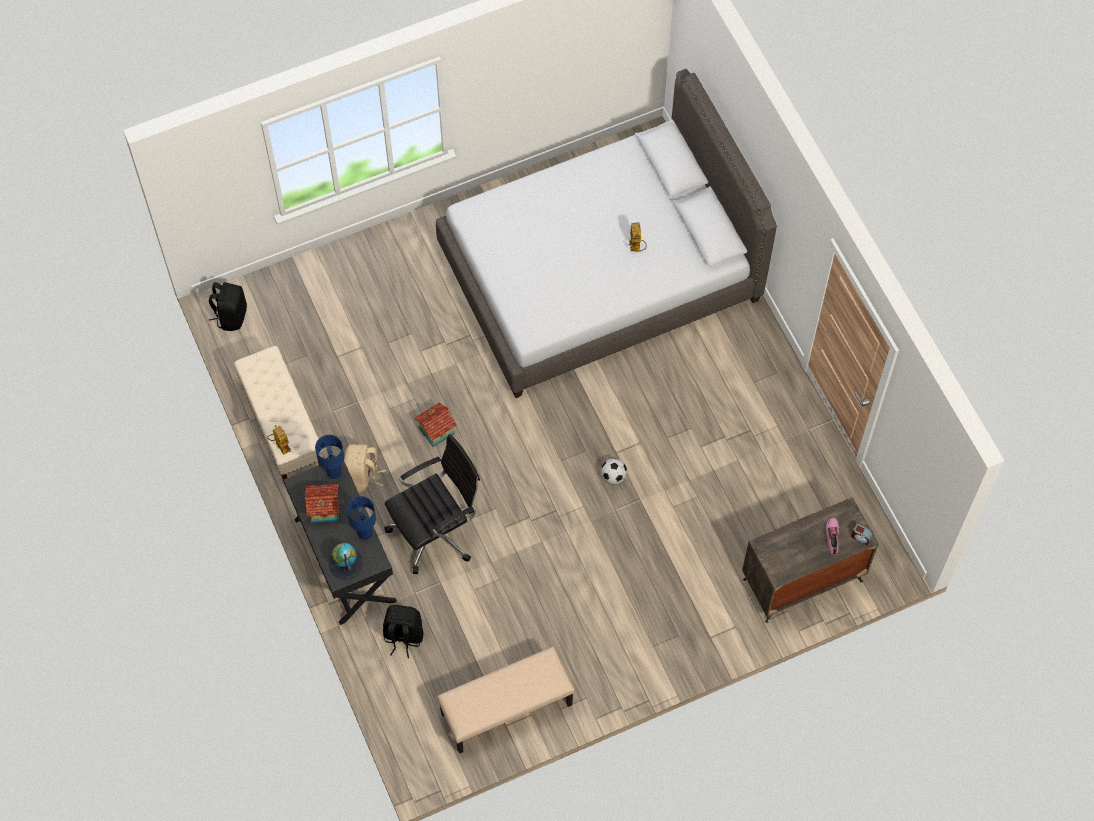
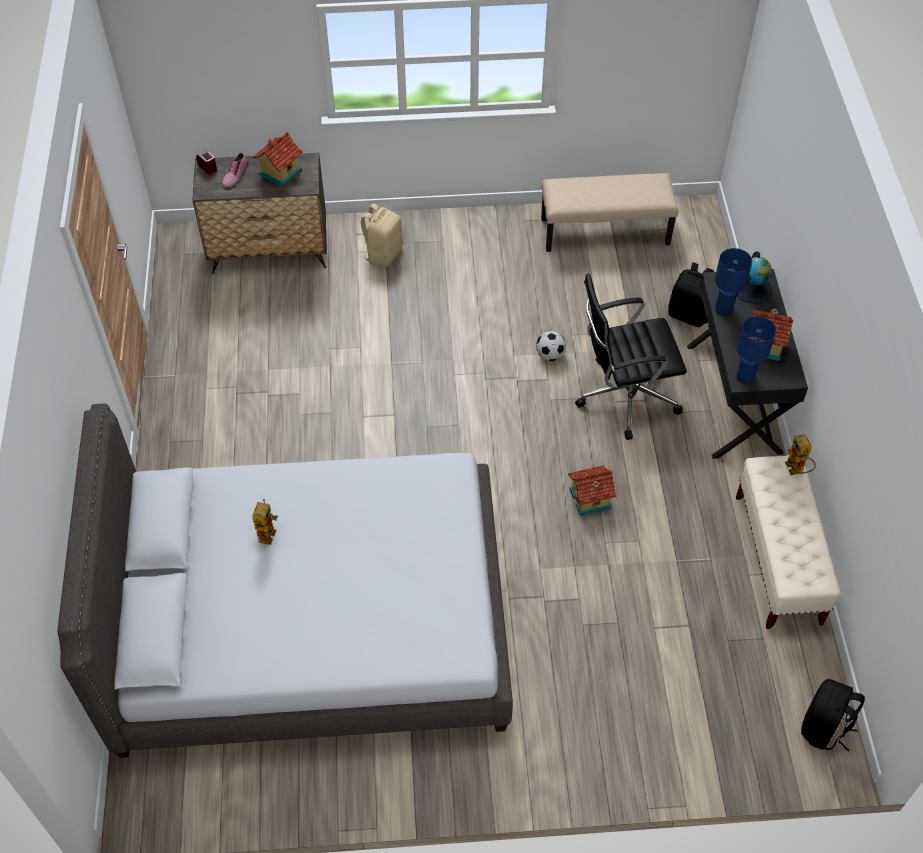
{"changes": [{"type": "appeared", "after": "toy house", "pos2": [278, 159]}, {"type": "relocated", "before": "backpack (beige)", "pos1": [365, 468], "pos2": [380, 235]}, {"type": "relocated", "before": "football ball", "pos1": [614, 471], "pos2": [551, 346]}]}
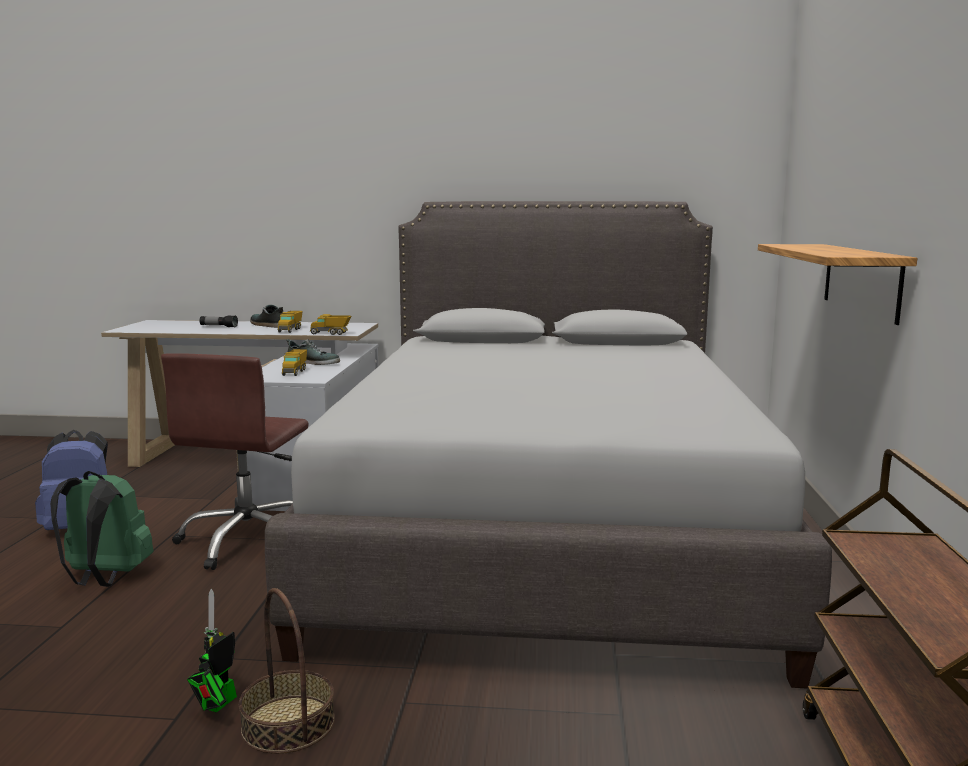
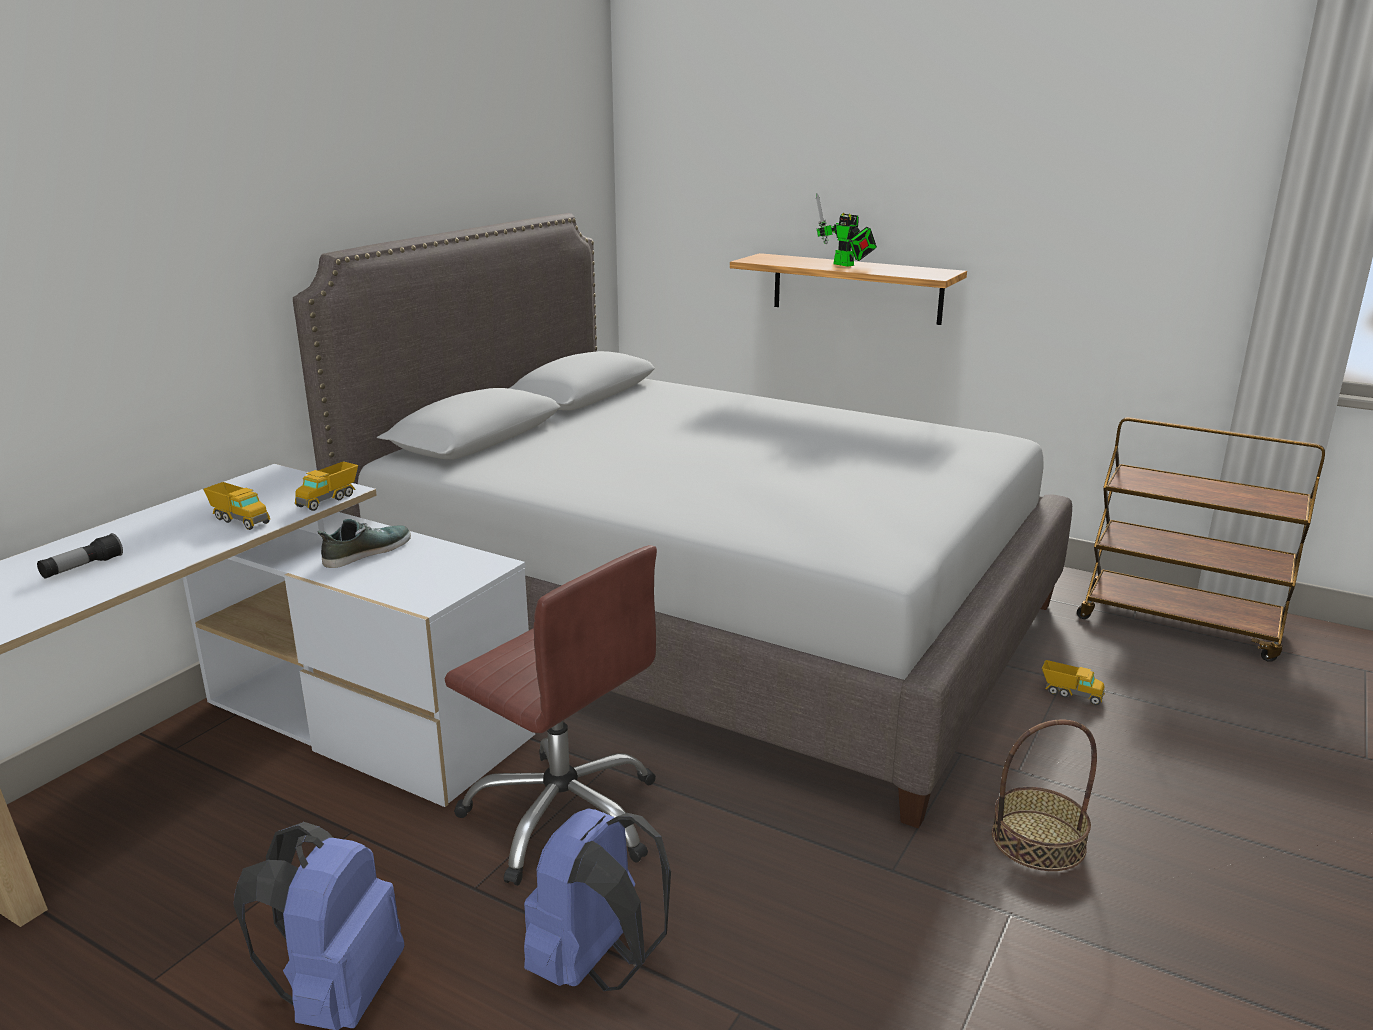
{"changes": [{"type": "colour", "before": "backpack (green)", "after": "backpack (blue-coloured)", "pos1": [102, 529], "pos2": [597, 899]}, {"type": "relocated", "before": "model robot", "pos1": [212, 651], "pos2": [846, 230]}, {"type": "relocated", "before": "toy lorry", "pos1": [294, 362], "pos2": [1073, 682]}, {"type": "missing", "before": "item of footwear", "pos1": [266, 316]}]}
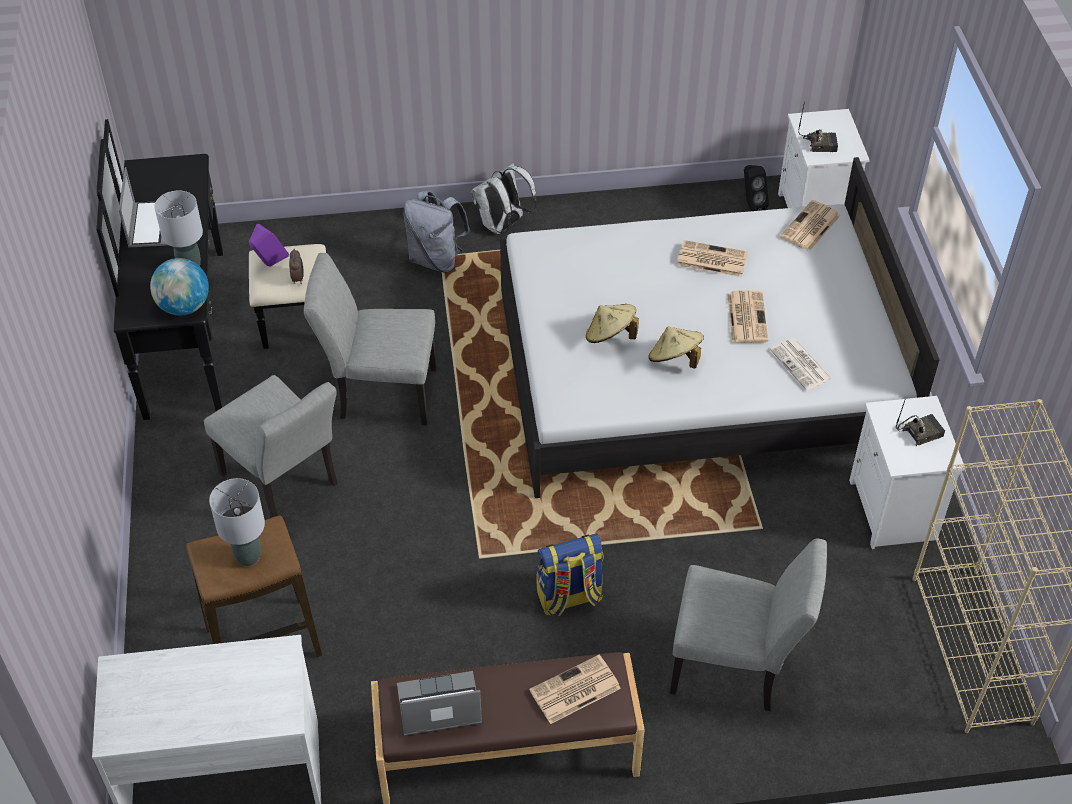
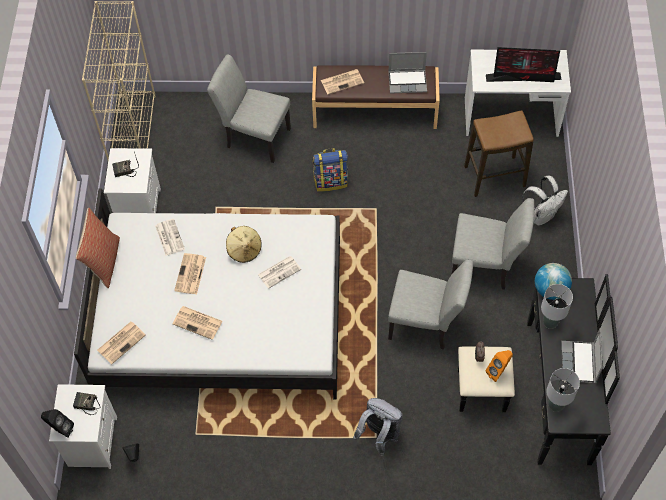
{"changes": [{"type": "appeared", "after": "audio speaker (black)", "pos2": [57, 423]}, {"type": "appeared", "after": "cushion", "pos2": [98, 248]}, {"type": "exchanged", "before": "clothing hat (beige)", "after": "printed paper", "pos1": [612, 323], "pos2": [279, 272]}, {"type": "spun", "before": "upright chair (grey)", "pos1": [271, 446], "pos2": [492, 244], "turn": 135}, {"type": "appeared", "after": "monitor", "pos2": [523, 64]}, {"type": "colour", "before": "audio speaker (purple)", "after": "audio speaker (orange)", "pos1": [269, 245], "pos2": [499, 366]}, {"type": "relocated", "before": "backpack (white-coloured)", "pos1": [504, 198], "pos2": [545, 201]}, {"type": "relocated", "before": "table lamp (grey)", "pos1": [237, 522], "pos2": [563, 390]}]}
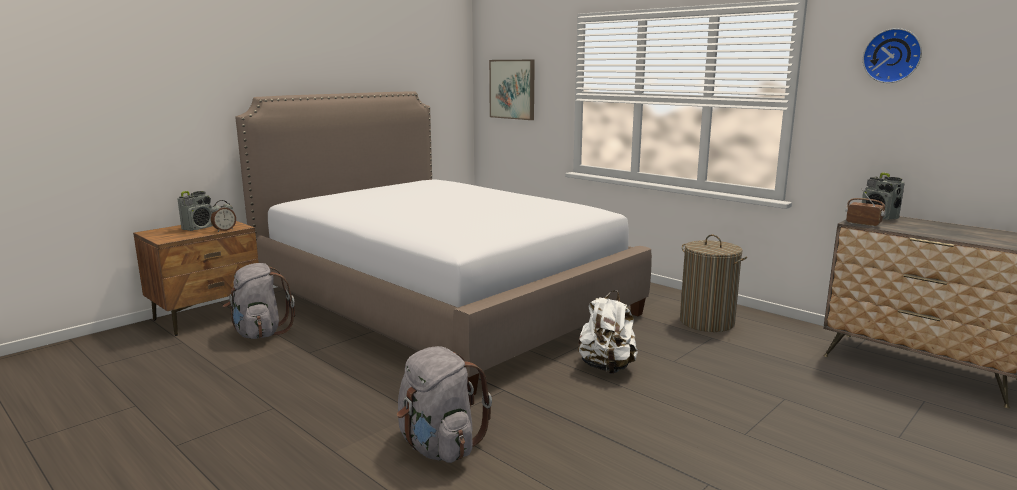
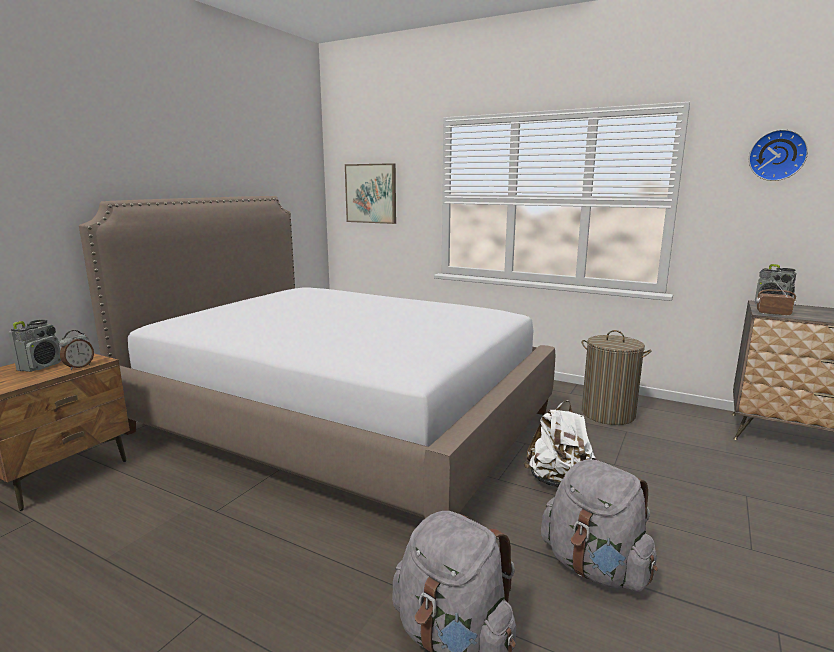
{"changes": [{"type": "relocated", "before": "backpack (grey)", "pos1": [259, 301], "pos2": [599, 525]}]}
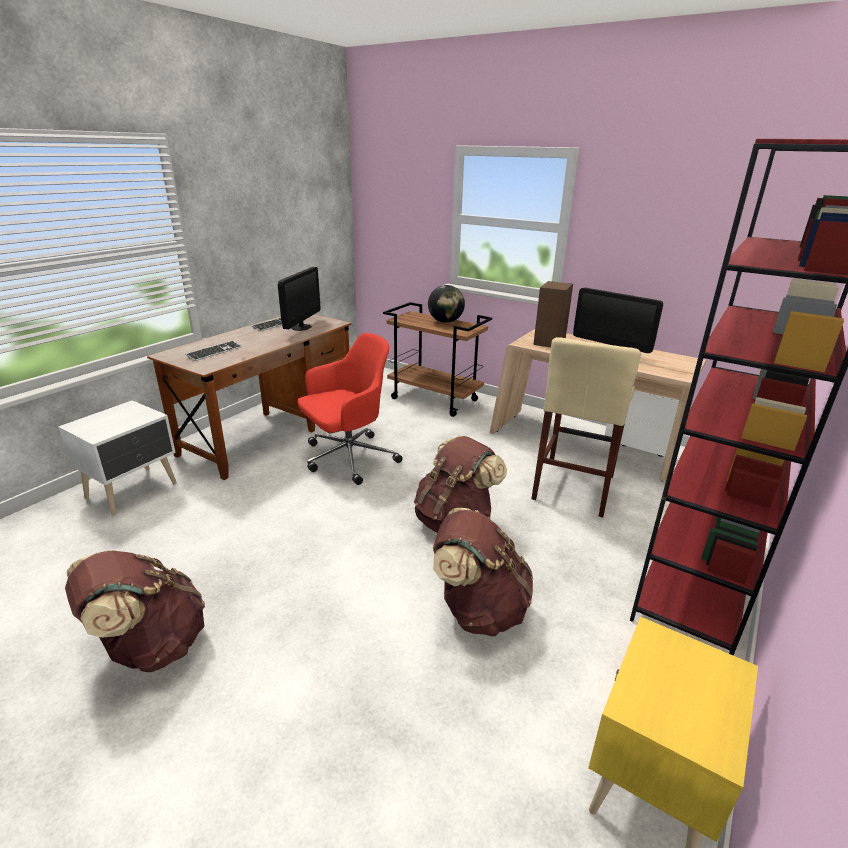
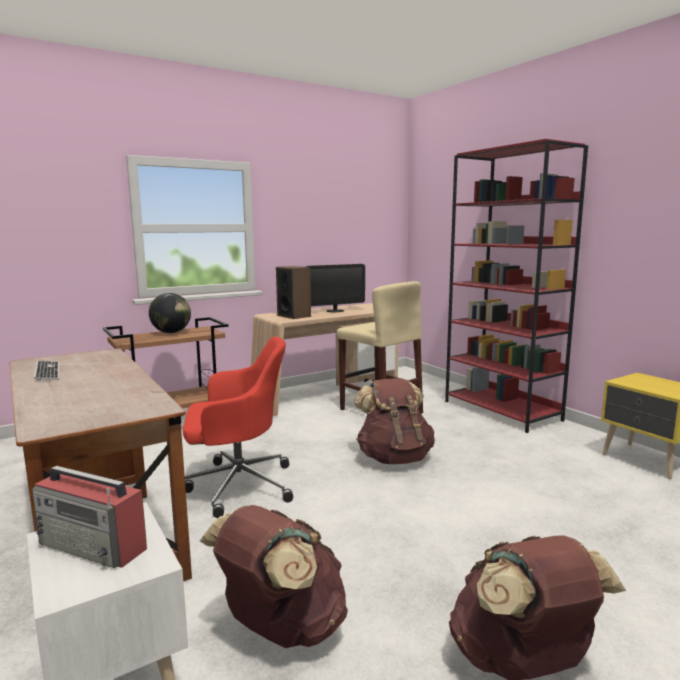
{"changes": [{"type": "appeared", "after": "radio set", "pos2": [89, 517]}, {"type": "spun", "before": "desk chair (red-coloured)", "pos1": [350, 409], "pos2": [238, 427], "turn": 90}, {"type": "relocated", "before": "backpack (brown)", "pos1": [483, 572], "pos2": [274, 576]}, {"type": "missing", "before": "computer keyboard", "pos1": [213, 351]}, {"type": "missing", "before": "monitor", "pos1": [299, 299]}]}
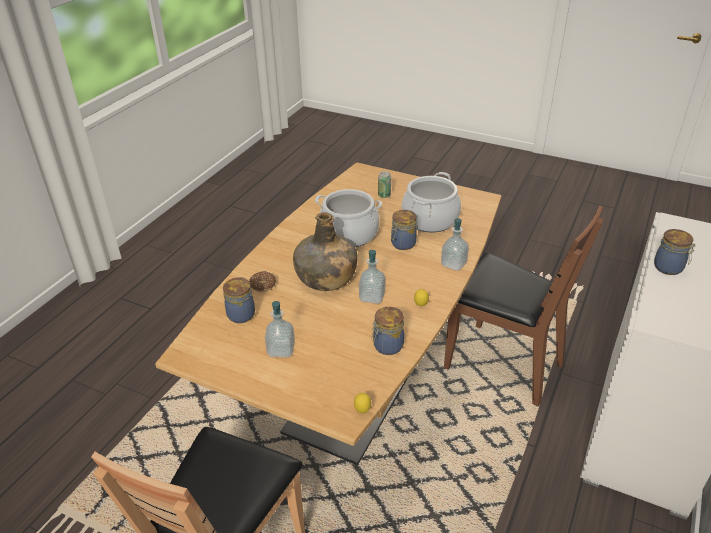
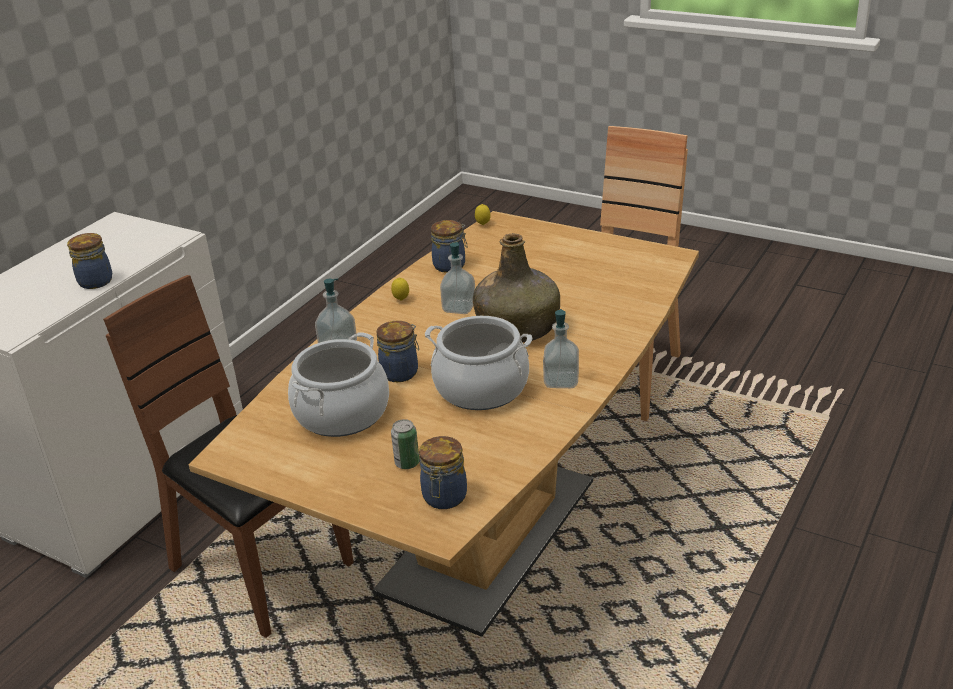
{"changes": [{"type": "relocated", "before": "preserve jar", "pos1": [239, 300], "pos2": [443, 472]}, {"type": "relocated", "before": "soap dispenser", "pos1": [280, 329], "pos2": [561, 348]}, {"type": "missing", "before": "donut", "pos1": [262, 281]}]}
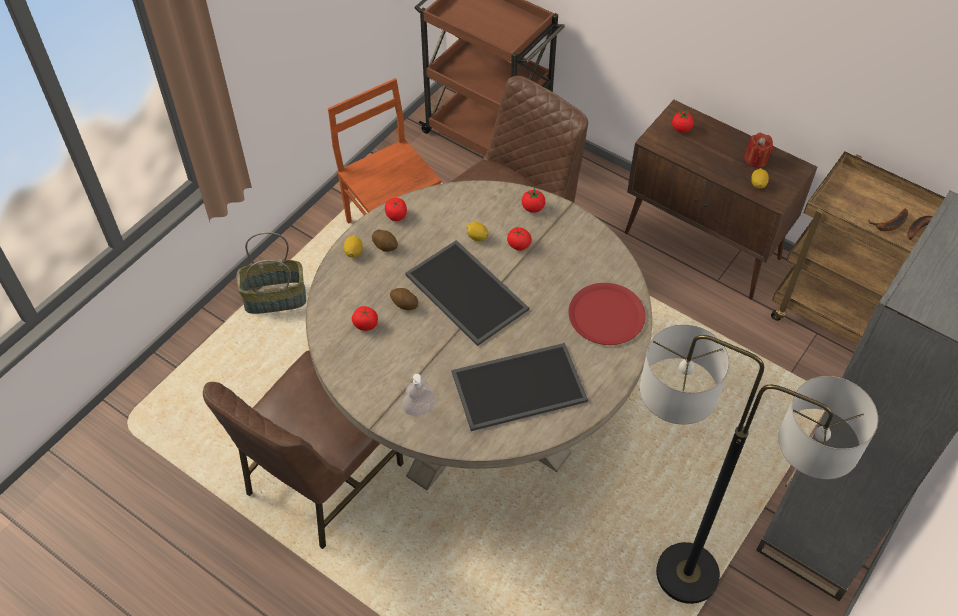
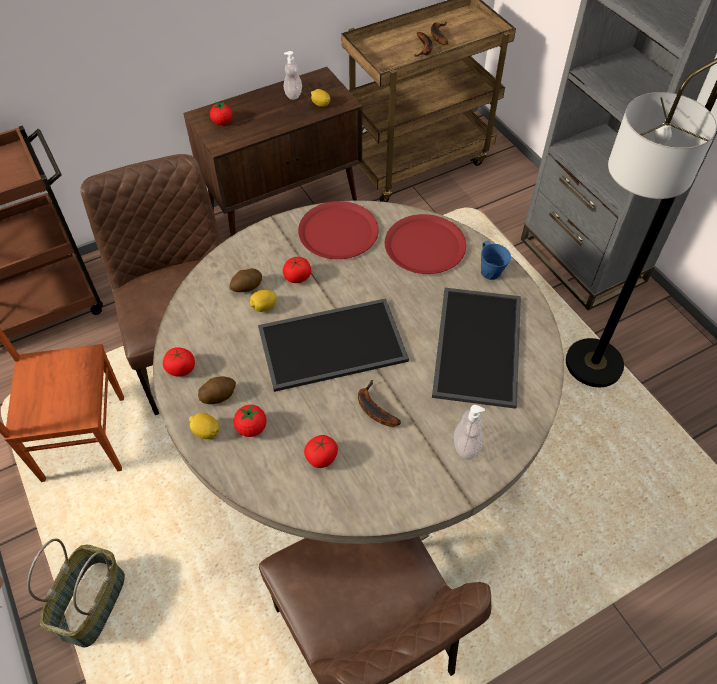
{"changes": [{"type": "relocated", "before": "potato", "pos1": [404, 299], "pos2": [245, 280]}, {"type": "relocated", "before": "whole tomato", "pos1": [533, 200], "pos2": [250, 420]}, {"type": "exchanged", "before": "wax light (red-coloured)", "after": "soap dispenser", "pos1": [758, 150], "pos2": [293, 75]}, {"type": "appeared", "after": "dinner plate (red-coloured)", "pos2": [338, 230]}, {"type": "appeared", "after": "whole banana", "pos2": [379, 403]}, {"type": "appeared", "after": "mug (blue-coloured)", "pos2": [496, 260]}]}
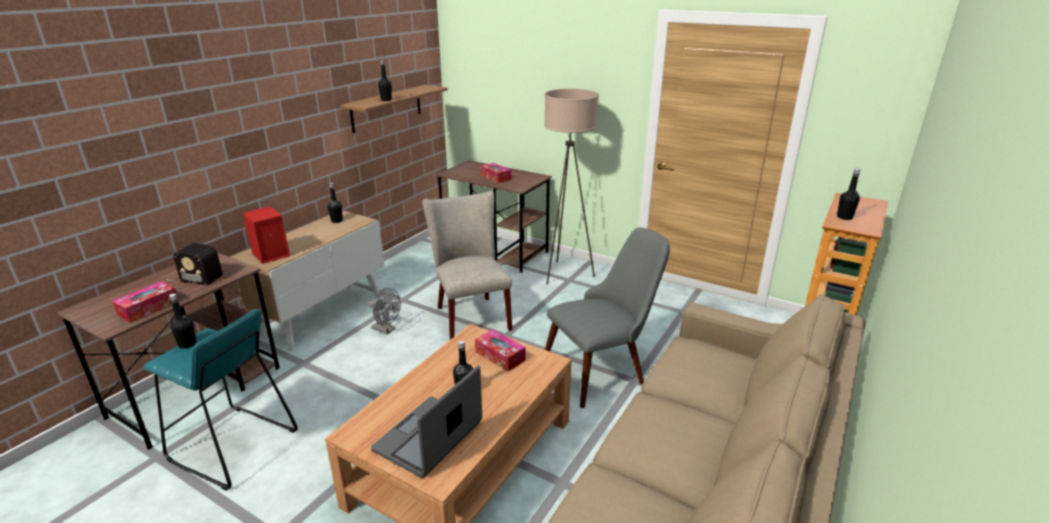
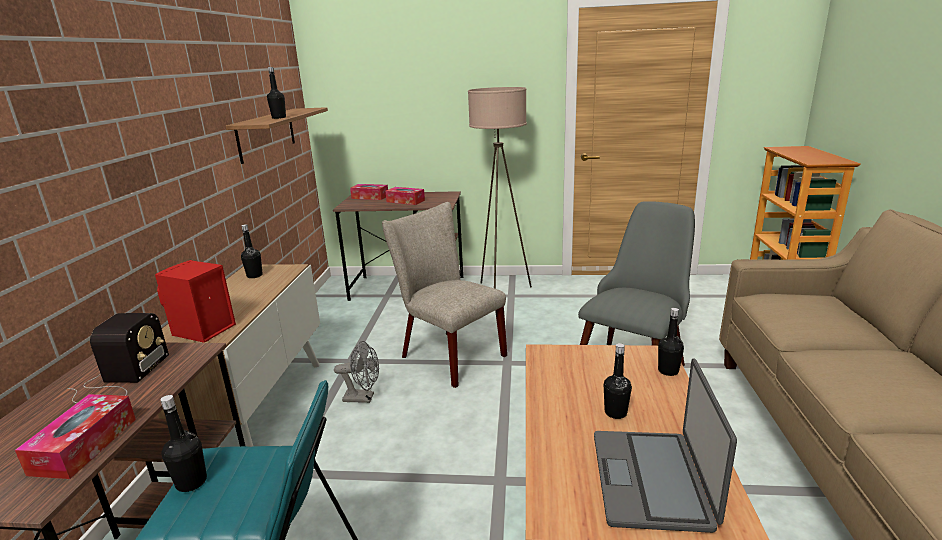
{"changes": [{"type": "spun", "before": "radio set", "pos1": [195, 264], "pos2": [118, 358], "turn": -75}, {"type": "relocated", "before": "tissue box", "pos1": [500, 350], "pos2": [369, 192]}, {"type": "relocated", "before": "beverage bottle (black)", "pos1": [848, 194], "pos2": [671, 342]}]}
